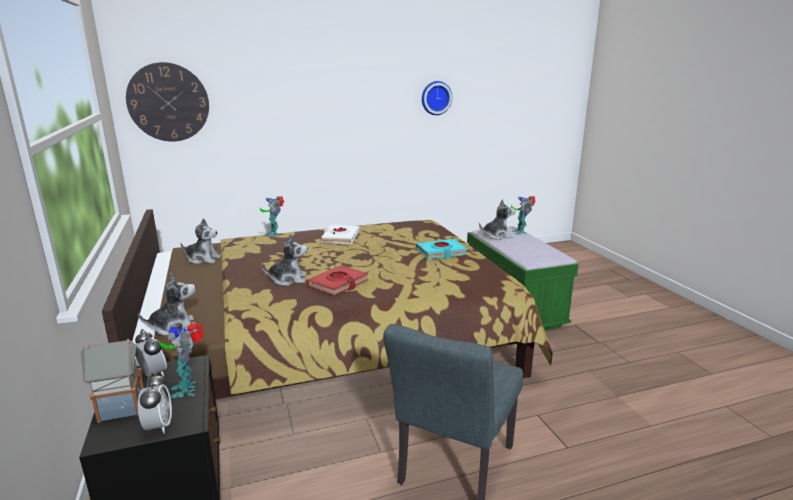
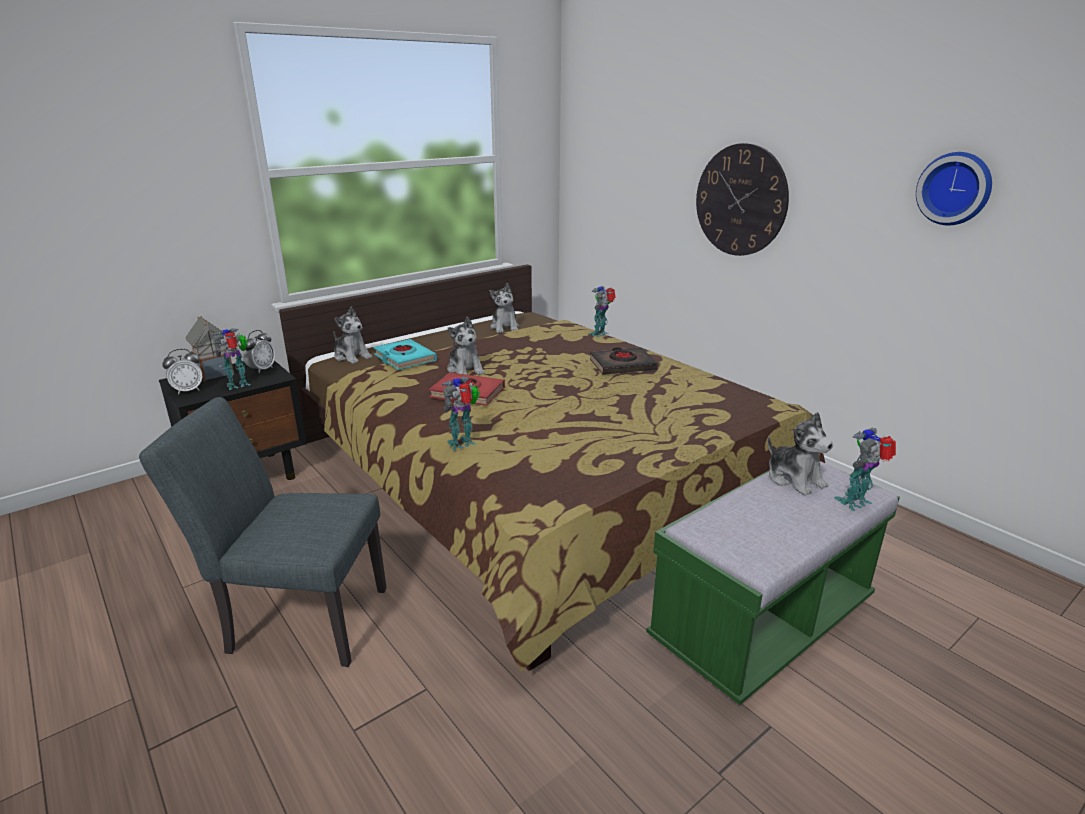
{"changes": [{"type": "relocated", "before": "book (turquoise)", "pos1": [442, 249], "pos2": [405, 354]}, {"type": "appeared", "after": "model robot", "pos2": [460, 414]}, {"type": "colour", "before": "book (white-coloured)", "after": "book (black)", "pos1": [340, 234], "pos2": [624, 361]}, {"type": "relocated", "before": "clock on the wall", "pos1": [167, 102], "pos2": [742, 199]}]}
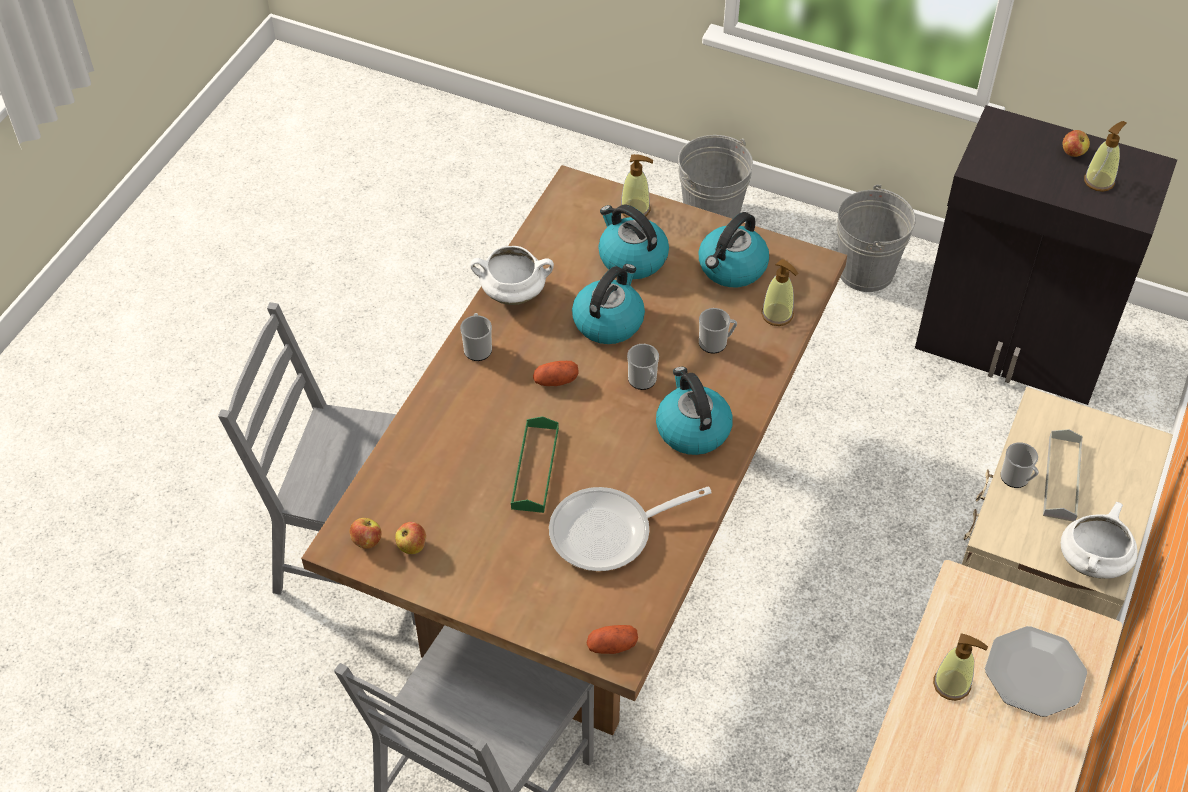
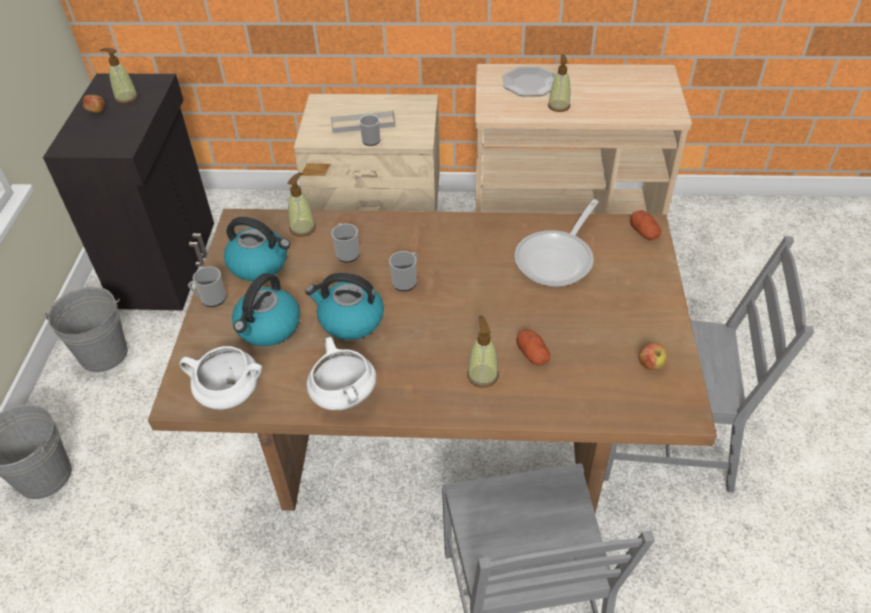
{"changes": [{"type": "relocated", "before": "saucepot (white-coloured)", "pos1": [1099, 540], "pos2": [220, 378]}, {"type": "relocated", "before": "mug", "pos1": [476, 337], "pos2": [207, 286]}, {"type": "relocated", "before": "soap dispenser", "pos1": [636, 186], "pos2": [483, 351]}, {"type": "spun", "before": "pan", "pos1": [630, 529], "pos2": [556, 243], "turn": 75}, {"type": "relocated", "before": "potato", "pos1": [556, 373], "pos2": [533, 347]}, {"type": "missing", "before": "apple", "pos1": [365, 533]}, {"type": "missing", "before": "serving tray (green)", "pos1": [535, 464]}, {"type": "missing", "before": "tea kettle", "pos1": [694, 411]}]}
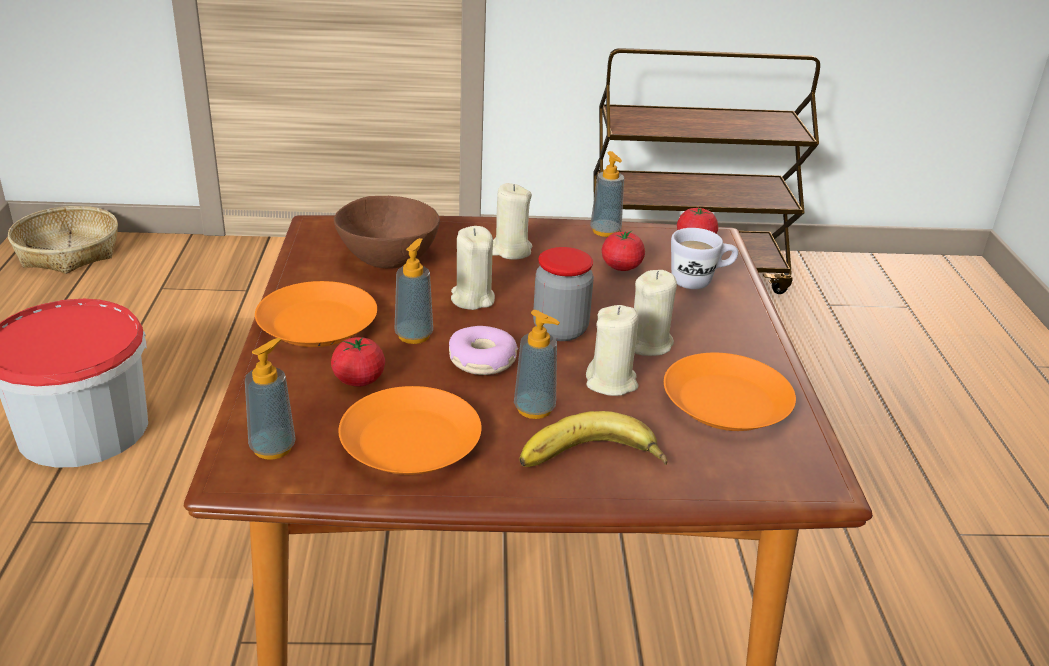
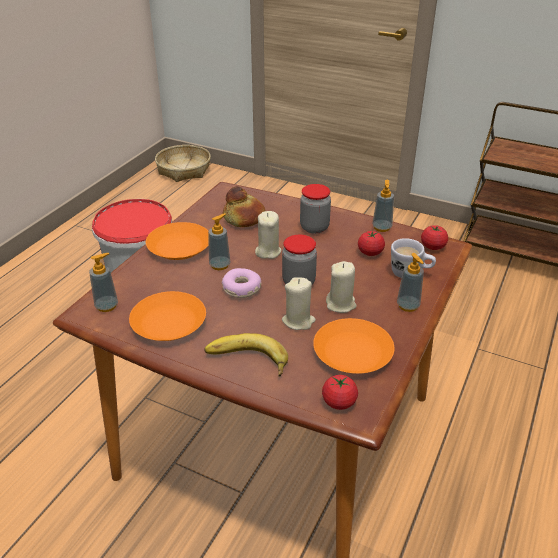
{"changes": [{"type": "exchanged", "before": "bowl (brown)", "after": "baked bread", "pos1": [387, 232], "pos2": [244, 206]}, {"type": "exchanged", "before": "wax light (beige)", "after": "preserve jar", "pos1": [512, 221], "pos2": [315, 209]}, {"type": "relocated", "before": "whole tomato", "pos1": [358, 362], "pos2": [340, 392]}, {"type": "relocated", "before": "soap dispenser", "pos1": [537, 364], "pos2": [410, 282]}]}
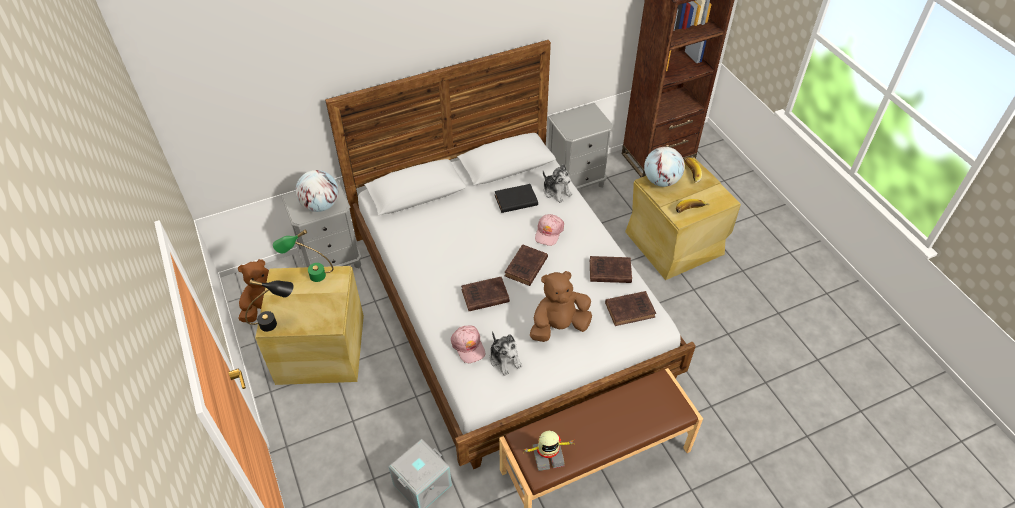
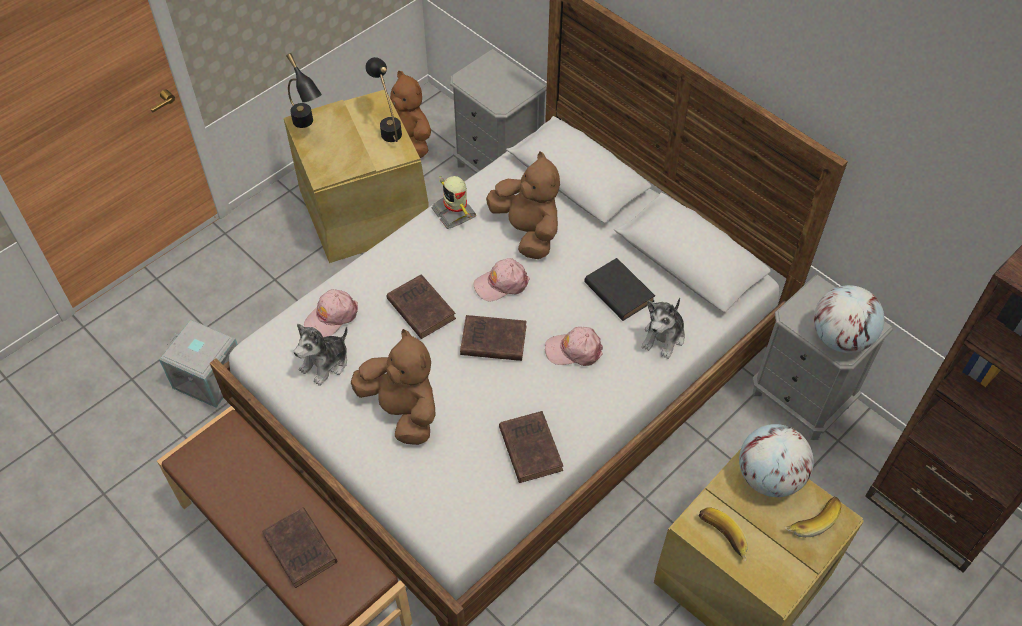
{"changes": [{"type": "relocated", "before": "book (brown)", "pos1": [630, 308], "pos2": [299, 547]}, {"type": "colour", "before": "table lamp (green)", "after": "table lamp (black)", "pos1": [303, 256], "pos2": [383, 99]}, {"type": "relocated", "before": "model robot", "pos1": [549, 451], "pos2": [454, 202]}, {"type": "appeared", "after": "cap (pink)", "pos2": [501, 279]}, {"type": "appeared", "after": "cuddly toy (brown)", "pos2": [523, 205]}, {"type": "relocated", "before": "desk globe", "pos1": [317, 191], "pos2": [849, 319]}]}
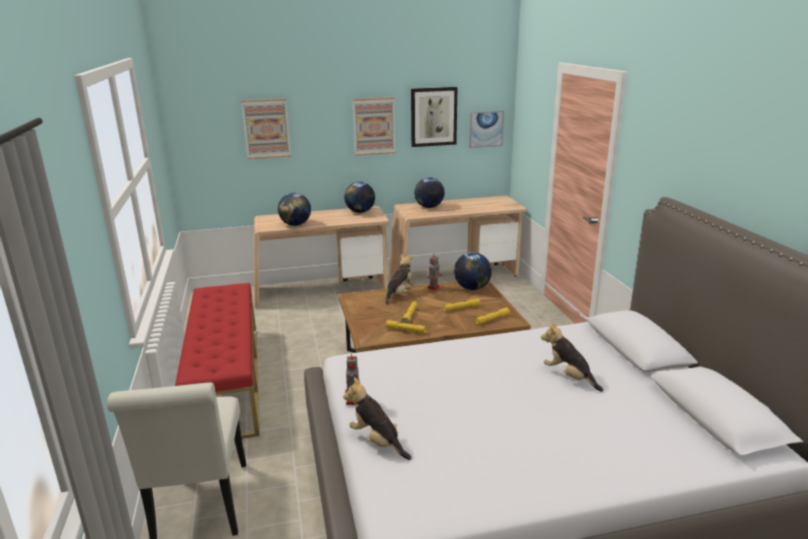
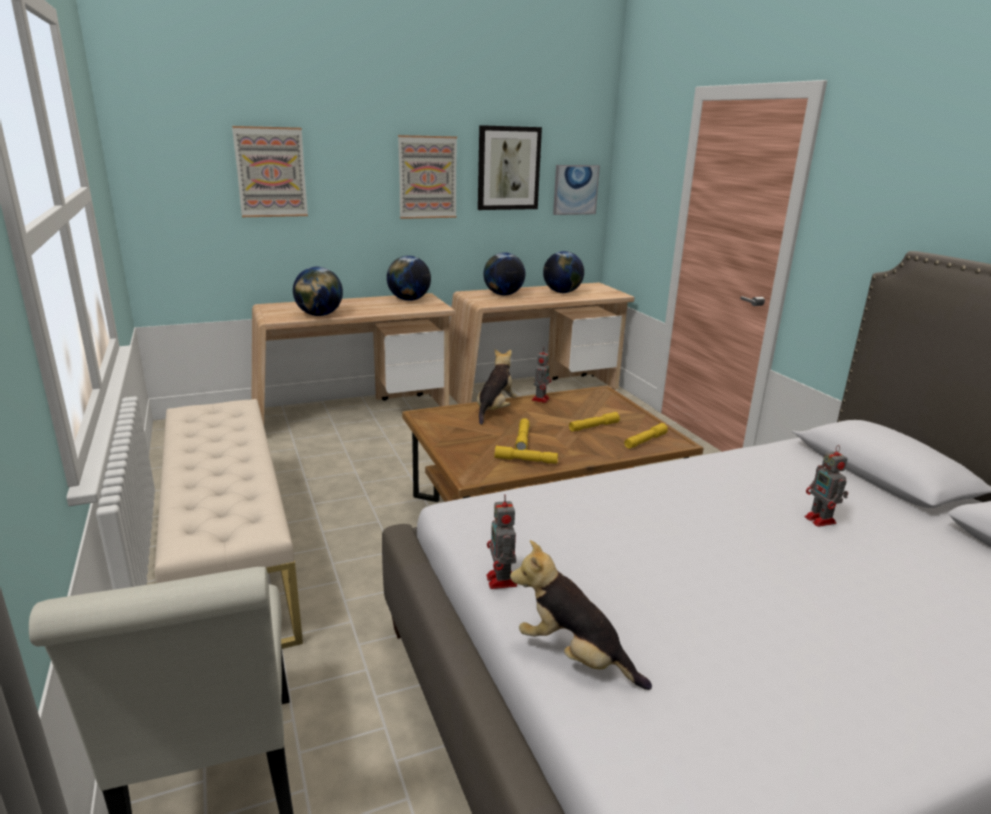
{"changes": [{"type": "colour", "before": "long seat (red-coloured)", "after": "long seat (beige)", "pos1": [217, 361], "pos2": [229, 524]}, {"type": "relocated", "before": "desk globe", "pos1": [473, 271], "pos2": [563, 272]}, {"type": "exchanged", "before": "cuddly toy", "after": "model robot", "pos1": [572, 356], "pos2": [826, 486]}]}
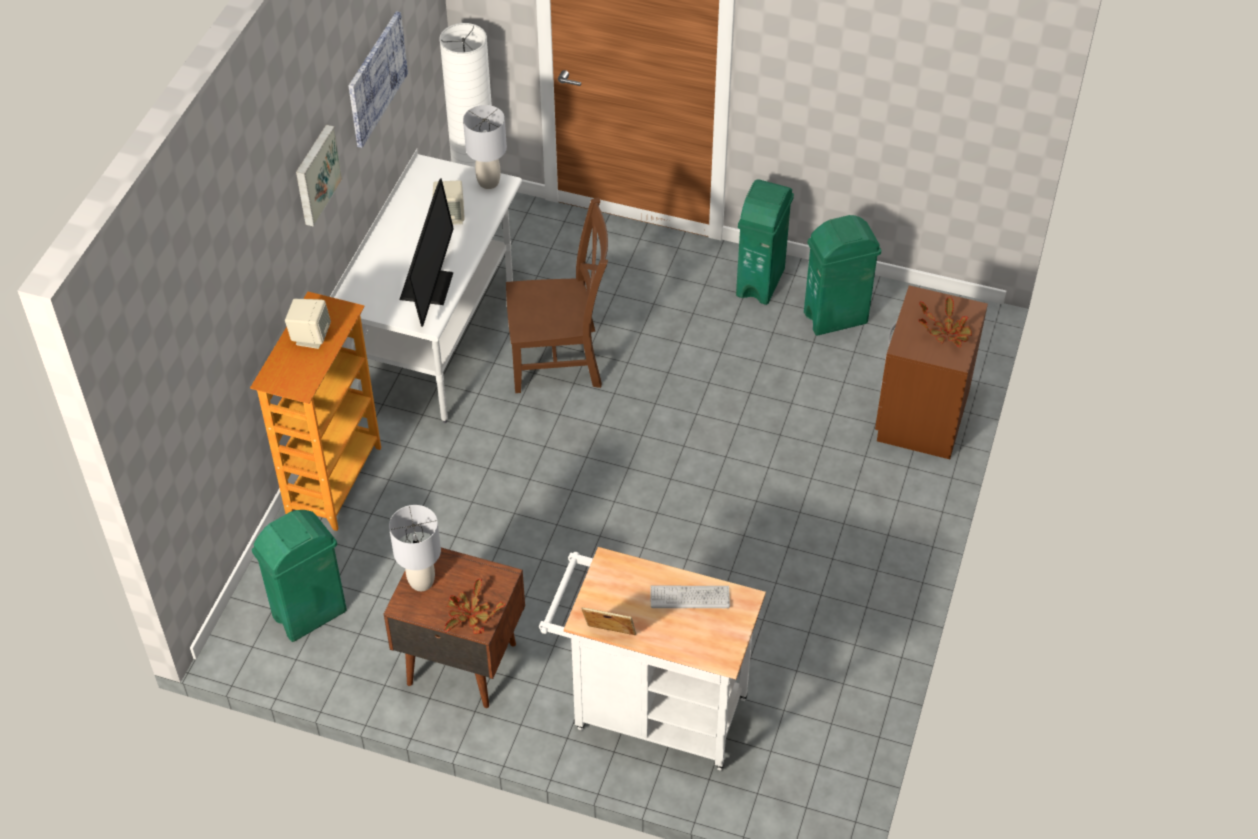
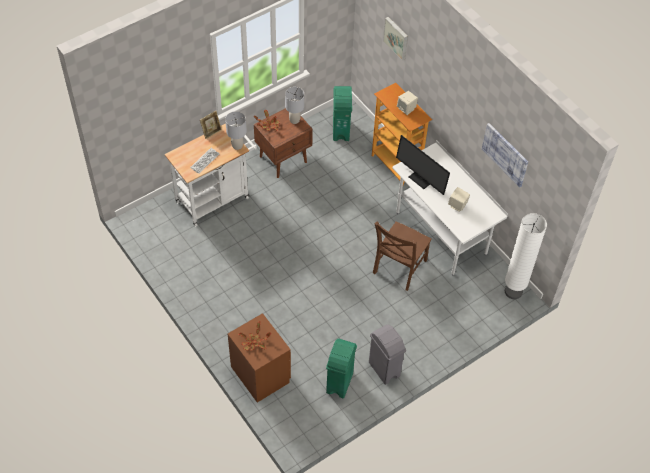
{"changes": [{"type": "relocated", "before": "table lamp (grey)", "pos1": [485, 147], "pos2": [236, 130]}, {"type": "colour", "before": "waste bin (green)", "after": "waste bin (grey)", "pos1": [765, 242], "pos2": [387, 354]}, {"type": "relocated", "before": "wall art", "pos1": [319, 176], "pos2": [395, 38]}]}
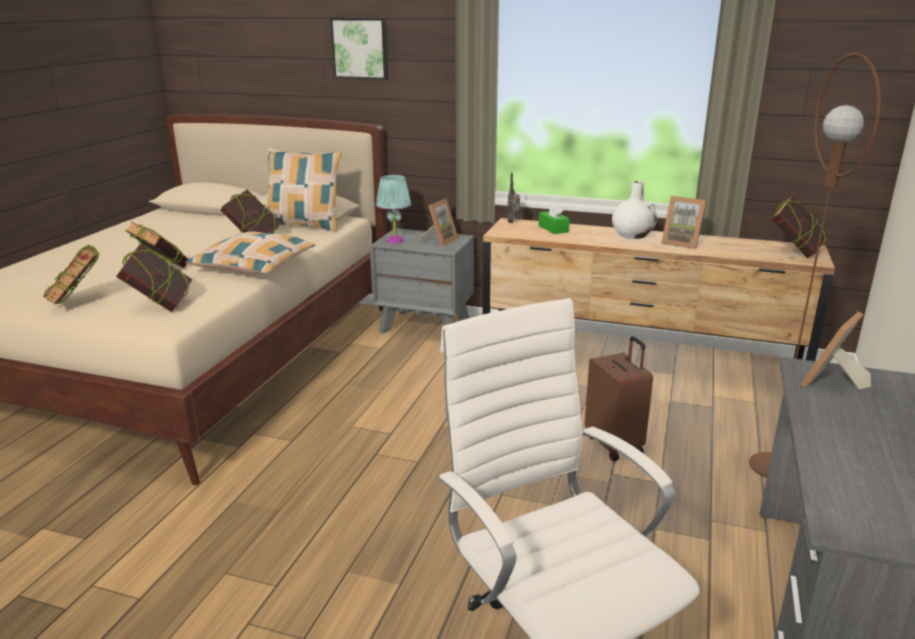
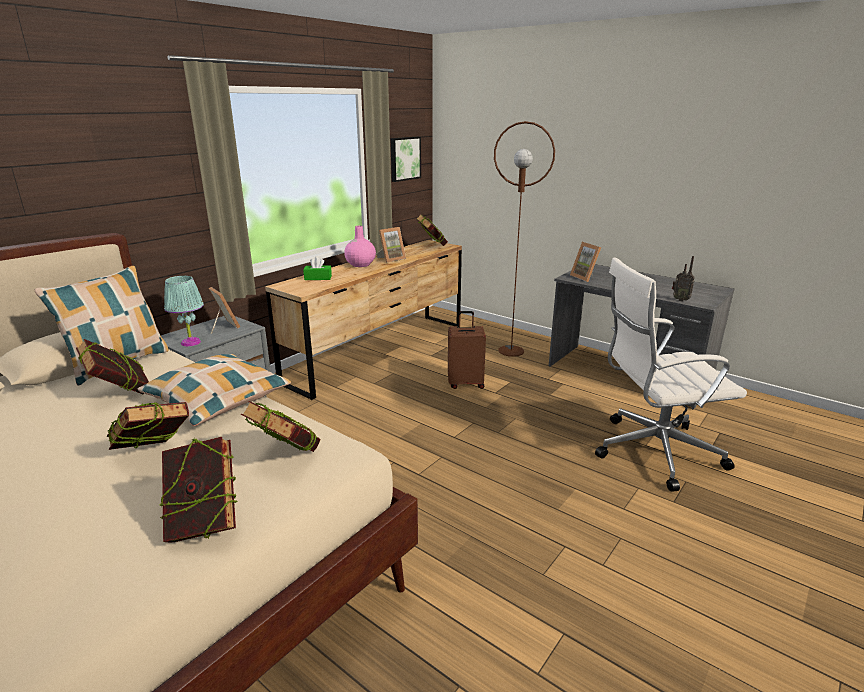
{"changes": [{"type": "colour", "before": "vase (white-coloured)", "after": "vase (pink)", "pos1": [634, 210], "pos2": [360, 246]}, {"type": "relocated", "before": "wall art", "pos1": [359, 49], "pos2": [406, 159]}, {"type": "relocated", "before": "radio set", "pos1": [514, 198], "pos2": [683, 278]}]}
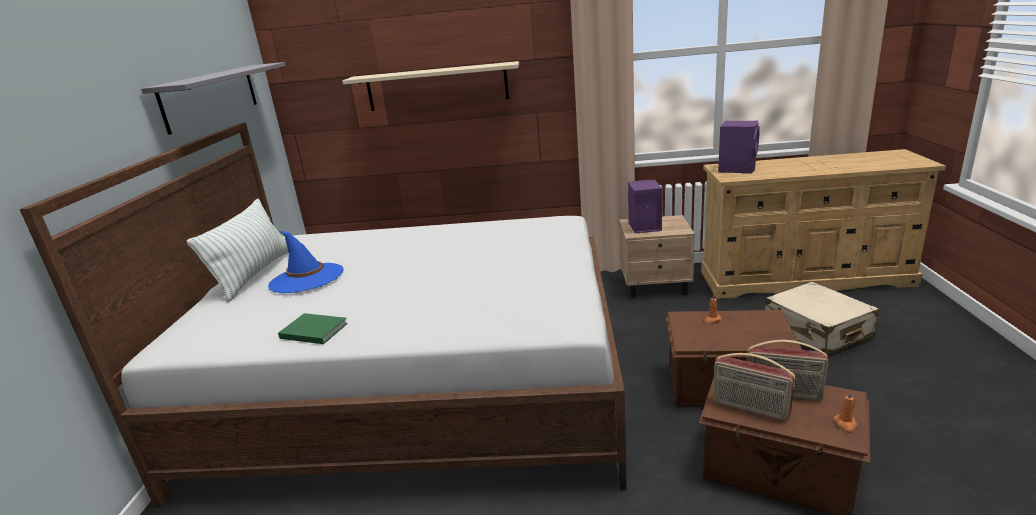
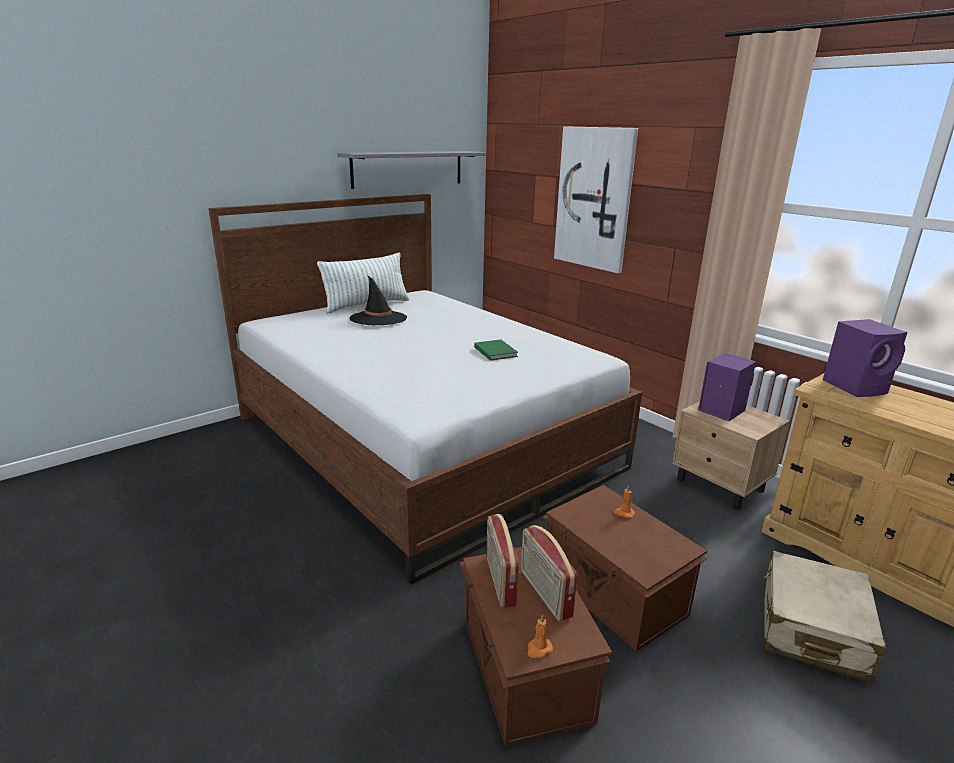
{"changes": [{"type": "colour", "before": "clothing hat (blue-coloured)", "after": "clothing hat (black)", "pos1": [306, 262], "pos2": [378, 300]}, {"type": "relocated", "before": "book (green)", "pos1": [313, 328], "pos2": [496, 350]}, {"type": "exchanged", "before": "bracket shelf (beige)", "after": "wall art", "pos1": [430, 86], "pos2": [596, 199]}]}
